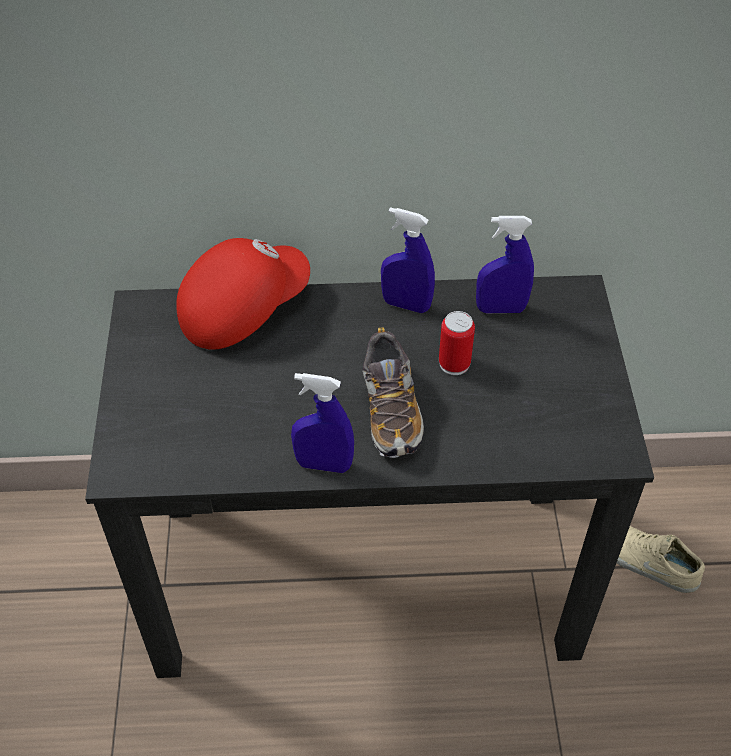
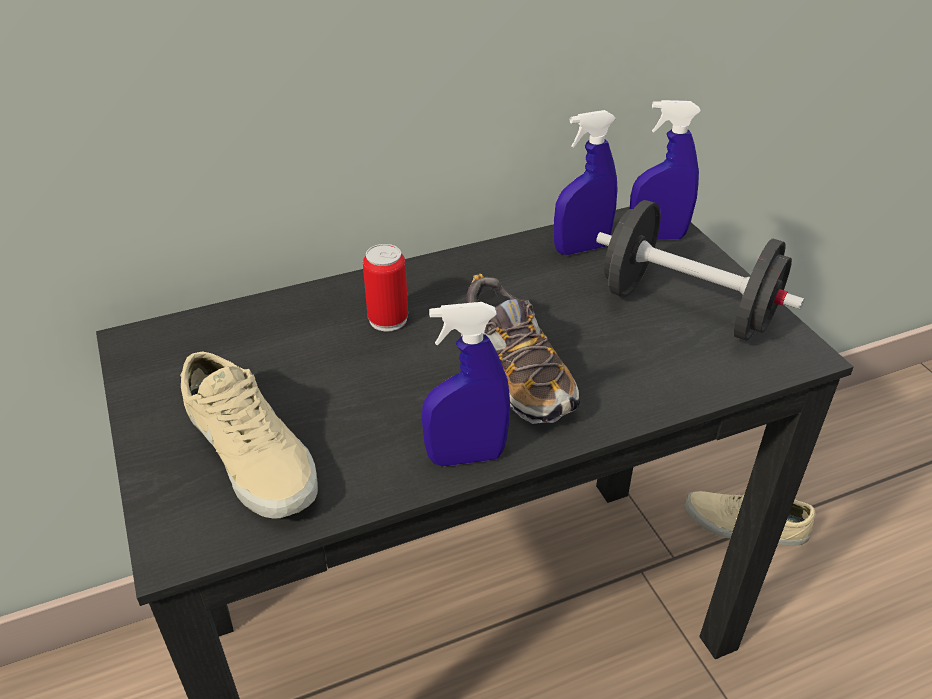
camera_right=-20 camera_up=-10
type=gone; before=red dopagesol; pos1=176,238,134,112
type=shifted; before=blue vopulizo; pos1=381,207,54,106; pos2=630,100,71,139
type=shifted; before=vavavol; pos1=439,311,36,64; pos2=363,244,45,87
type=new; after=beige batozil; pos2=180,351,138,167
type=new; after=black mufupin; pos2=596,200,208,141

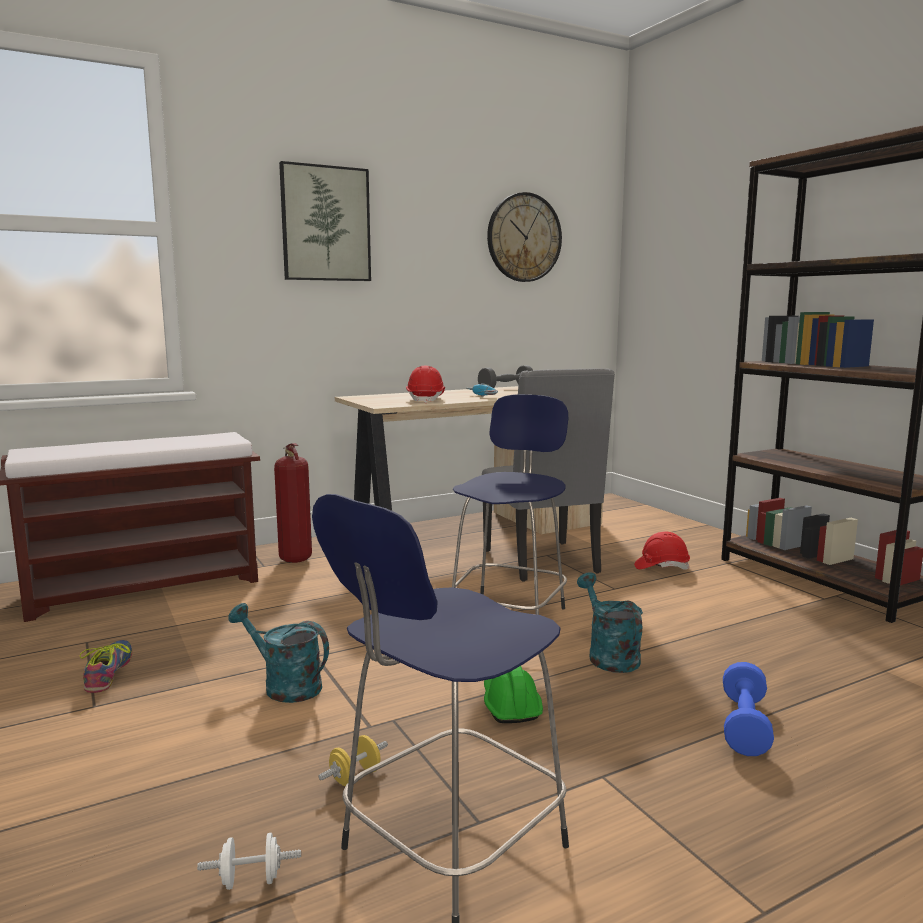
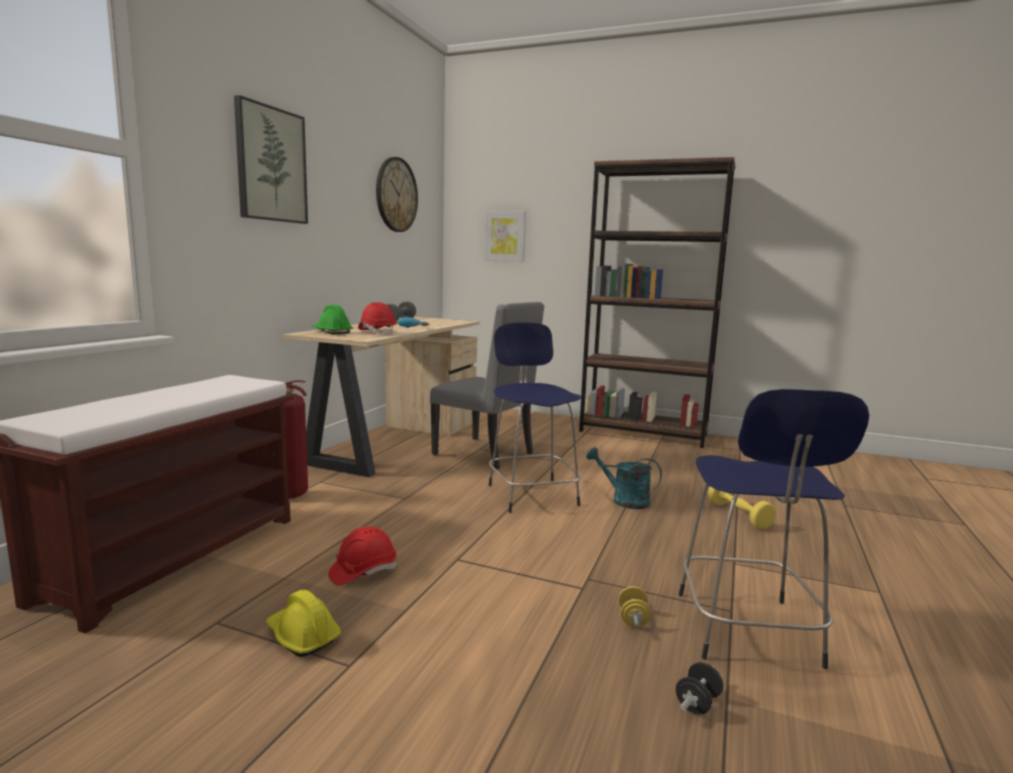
camera_right=-40 camera_up=0
type=swapped; before=batozil; after=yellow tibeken; pos1=80,640,52,53; pos2=266,590,75,67
type=repainted; before=white mufupin; after=black mufupin; pos1=197,833,104,57; pos2=676,662,47,53
type=gone; before=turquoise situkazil; pos1=228,603,101,100
type=shifted; before=green tibeken; pos1=484,666,59,57; pos2=311,305,42,30
type=shifted; before=red tibeken; pos1=634,531,56,39; pos2=328,526,69,60
type=repainted; before=blue mufupin; after=yellow mufupin; pos1=723,662,51,94; pos2=708,487,68,43
type=new; after=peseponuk; pos2=484,211,42,51

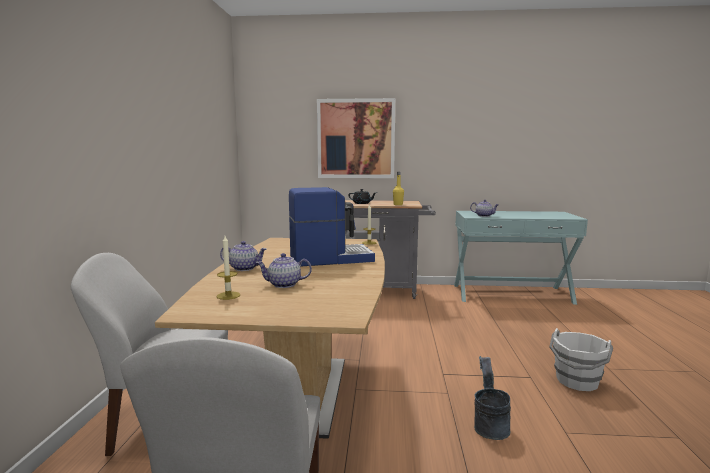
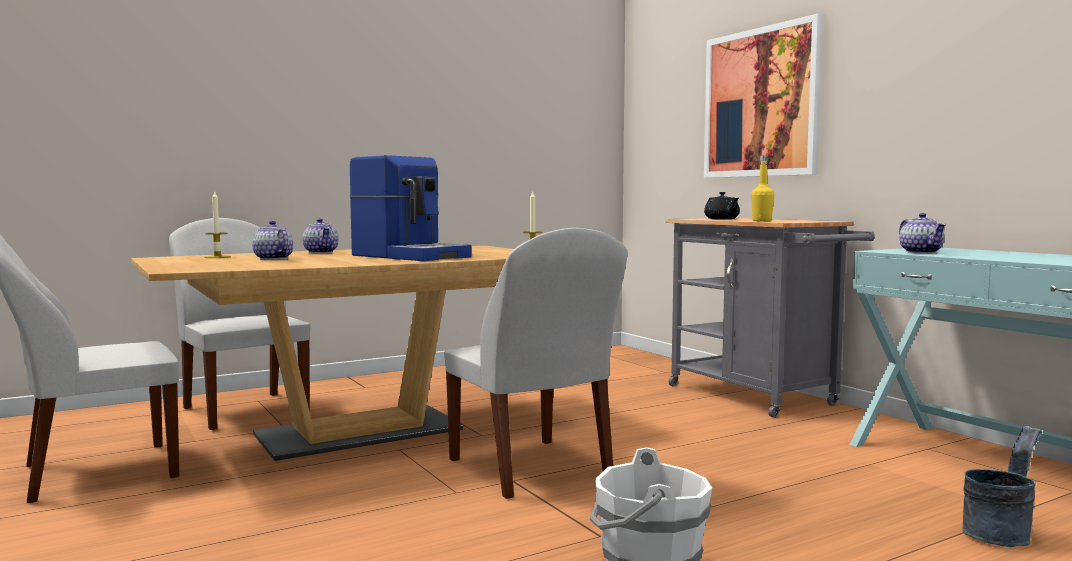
camera_right=55 camera_up=-5
type=shifted; before=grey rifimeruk; pos1=474,356,37,84; pos2=962,426,81,121
type=new; after=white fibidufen; pos2=444,228,184,271

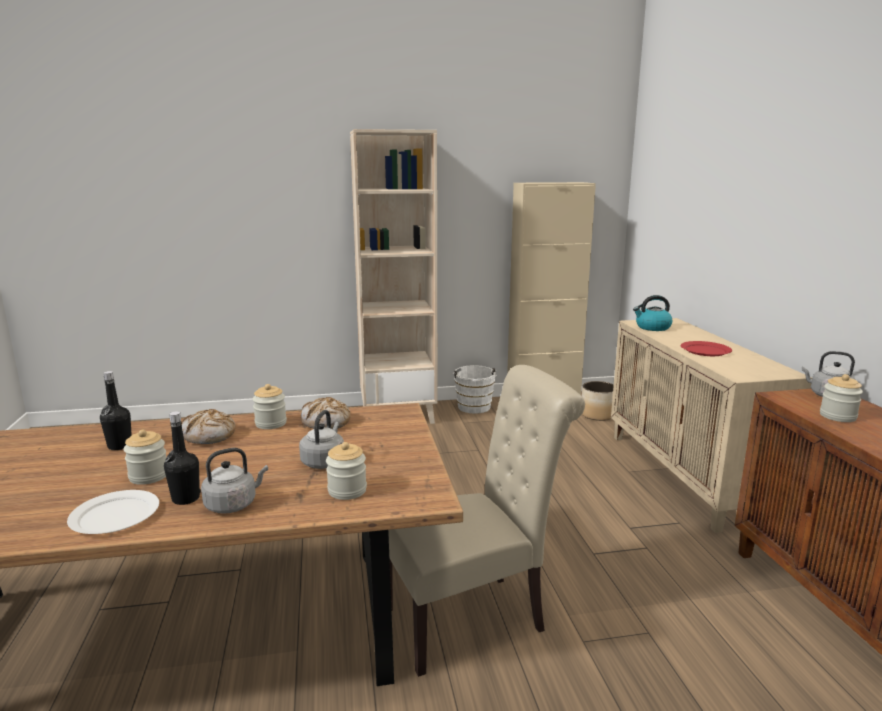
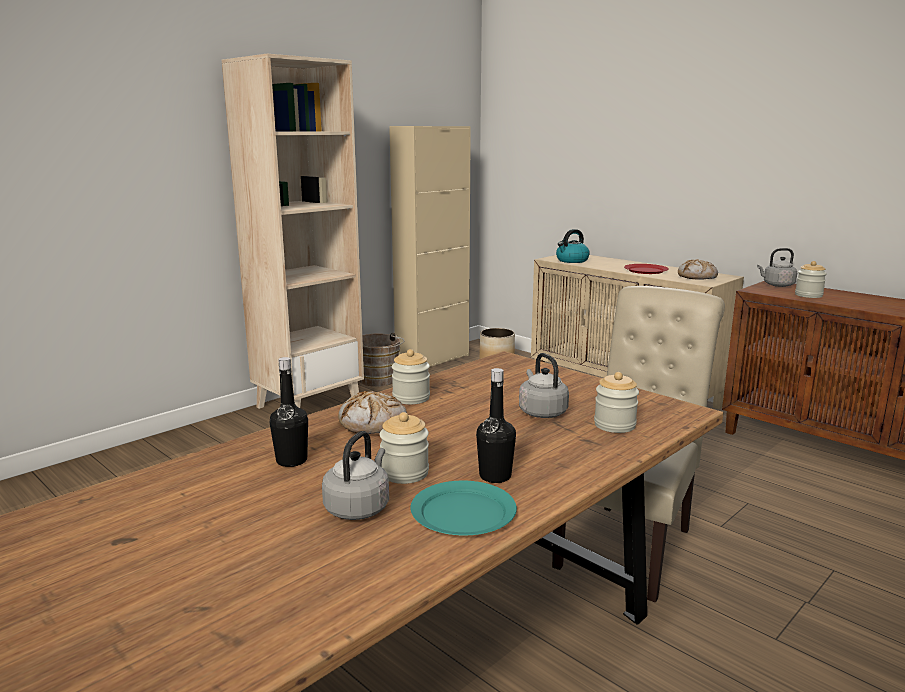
camera_right=-35 camera_up=0
type=repainted; before=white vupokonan; after=turquoise vupokonan; pos1=67,490,92,44; pos2=410,481,107,54
type=shifted; before=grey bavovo; pos1=201,448,67,66; pos2=322,431,67,89
type=shifted; before=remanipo; pos1=301,397,50,32; pos2=678,259,40,21
type=repainted; before=white rifimeruk; after=brown rifimeruk; pos1=452,365,45,49; pos2=360,333,44,54

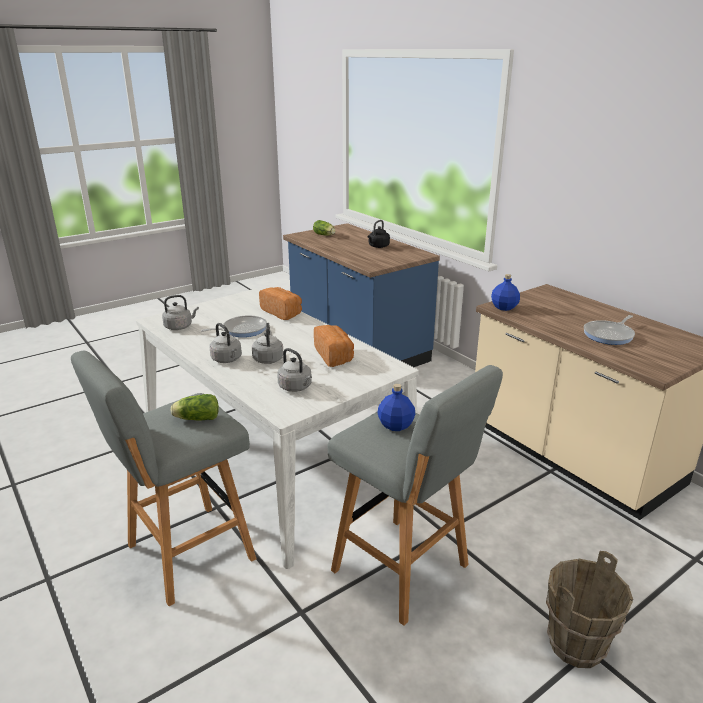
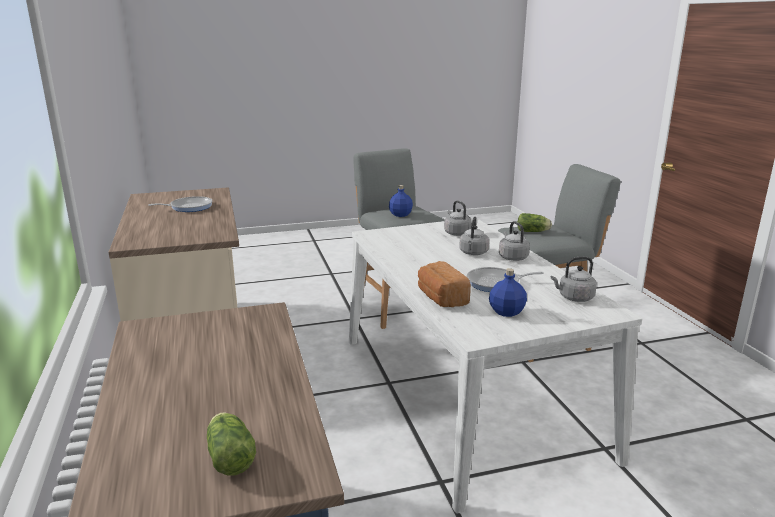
camera_right=-160 camera_up=-5
type=gone; before=remanipo; pos1=314,325,40,42
type=gone; before=black bavovo; pos1=368,220,22,28
type=shifted; before=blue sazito; pos1=491,274,29,37; pos2=489,269,38,48
type=gone; before=brown rifimeruk; pos1=546,551,87,117

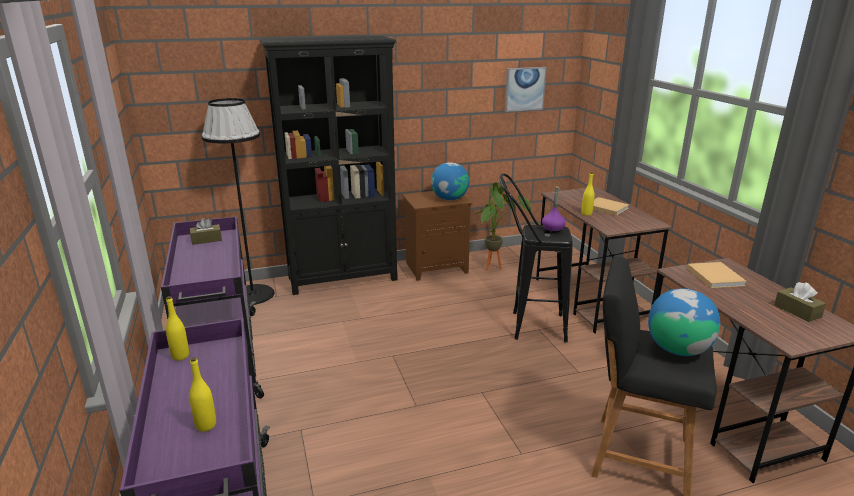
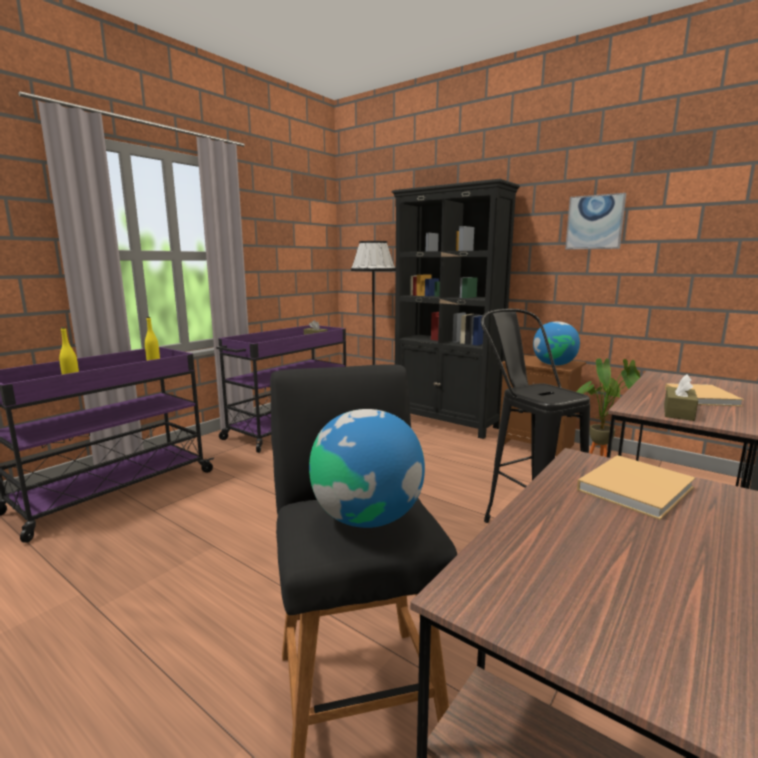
camera_right=55 camera_up=-10
type=shifted; before=peseponuk; pos1=505,67,42,45; pos2=565,193,61,57
type=gone; before=purple sazito; pos1=542,186,24,47
type=gone; before=yellow sazito; pos1=581,172,14,44
type=shifted; before=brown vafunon; pos1=774,282,52,40; pos2=664,375,34,46

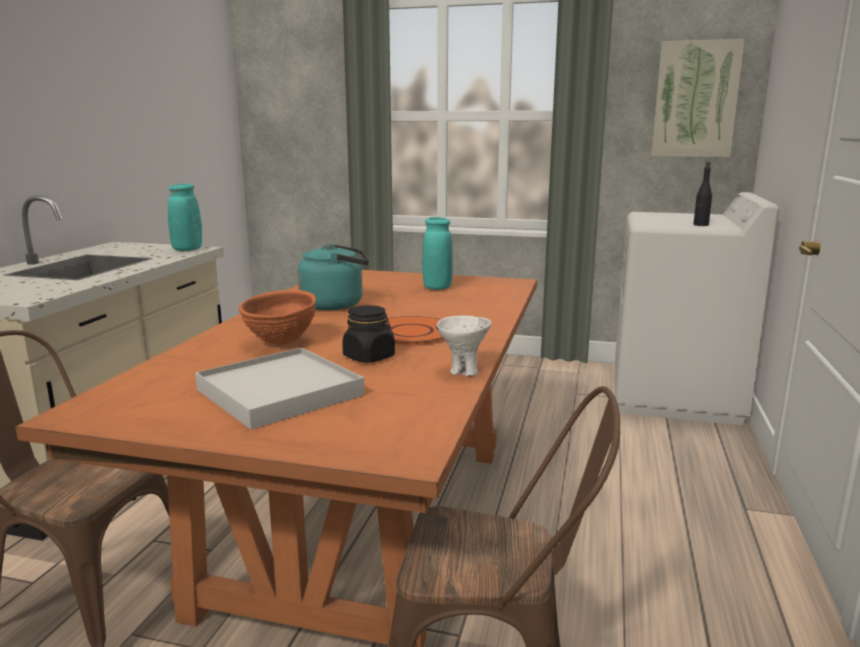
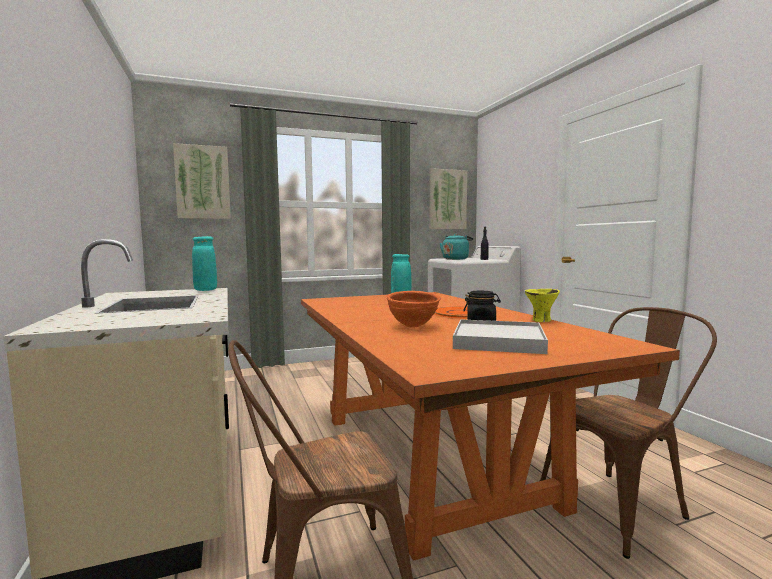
camera_right=-35 camera_up=-10
type=shifted; before=turquoise bavovo; pos1=298,243,71,67; pos2=440,234,33,26
type=repainted; before=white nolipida; after=yellow nolipida; pos1=436,316,55,60; pos2=525,289,35,33
type=new; after=peseponuk; pos2=173,143,58,76

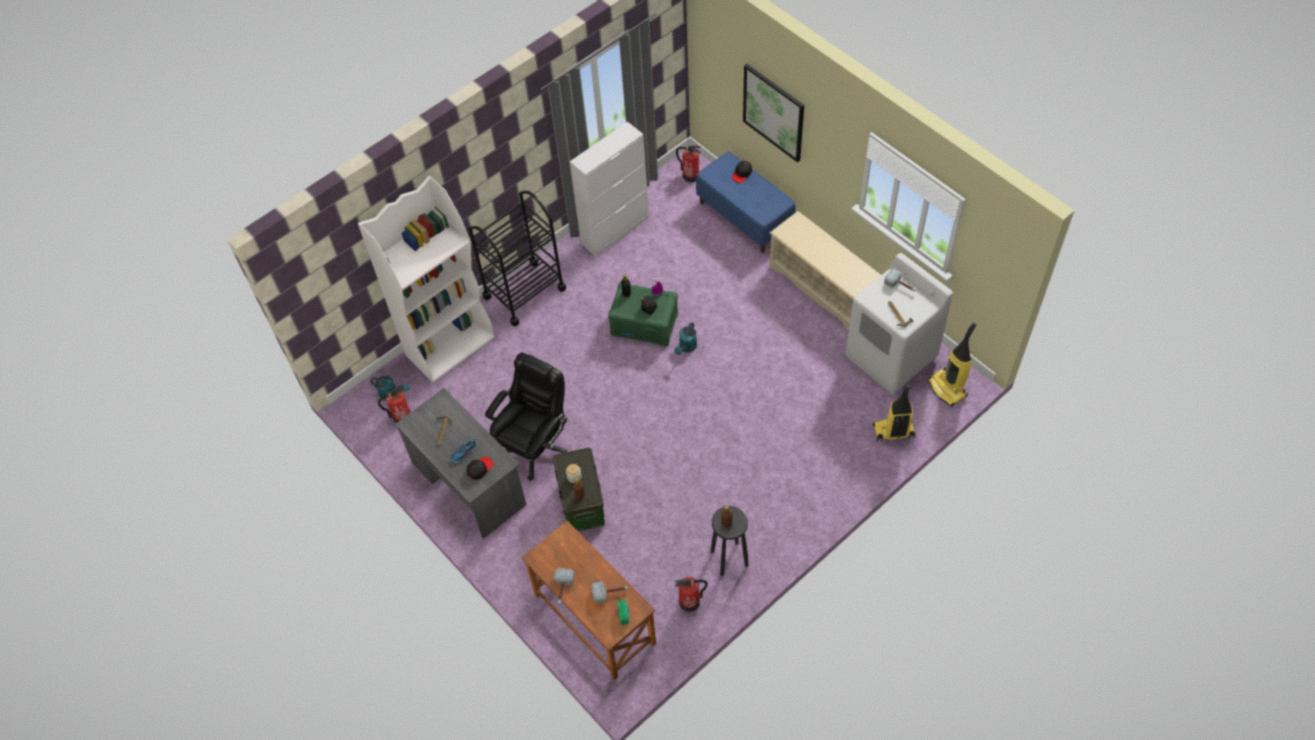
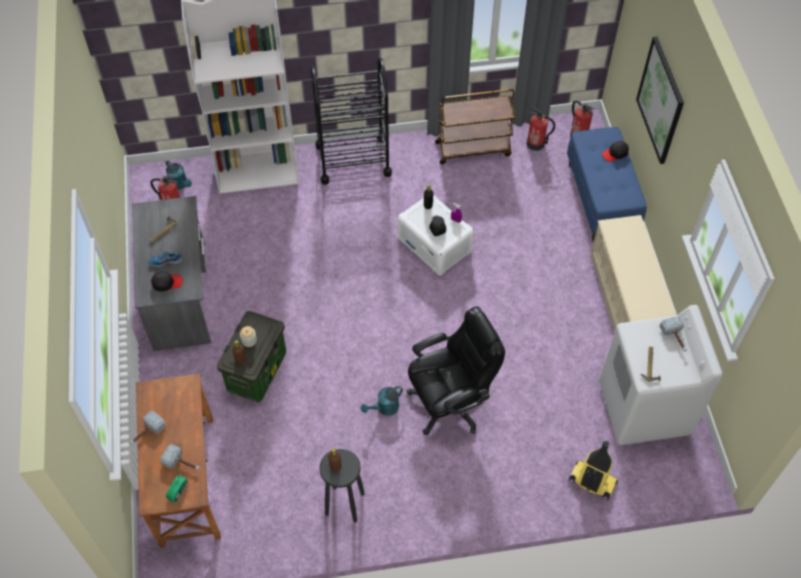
camera_right=30 camera_up=0
type=shifted; before=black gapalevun; pos1=485,353,82,128; pos2=407,306,98,129
type=swapped; before=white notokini; after=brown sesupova; pos1=570,122,79,134; pos2=435,89,80,75
type=repainted; before=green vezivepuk; after=white vezivepuk; pos1=608,282,70,64; pos2=398,194,76,82
type=shifted; before=turquoise situkazil; pos1=674,322,23,33; pos2=361,386,42,30
type=shifted; before=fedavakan; pos1=675,577,33,35; pos2=527,106,28,45
type=gone; before=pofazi; pos1=927,322,50,85

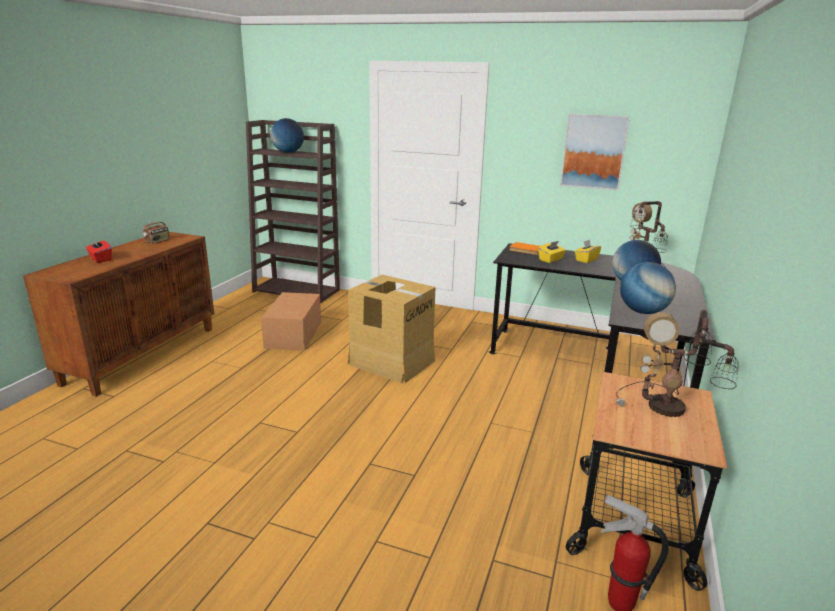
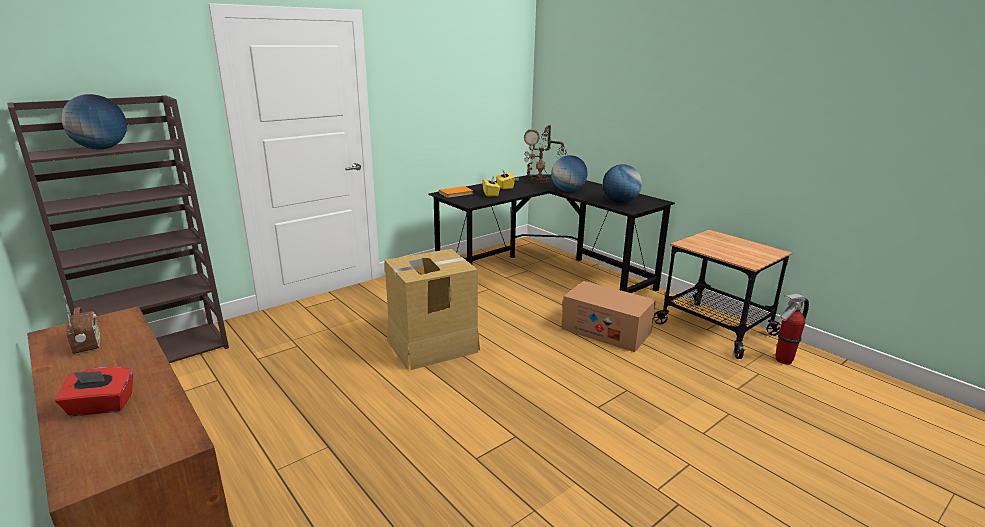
camera_right=-60 camera_up=0
type=shifted; before=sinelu; pos1=261,292,60,59; pos2=561,281,95,71
type=gone; before=peseponuk; pos1=560,114,70,77
type=gone; before=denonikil; pos1=616,310,123,107

